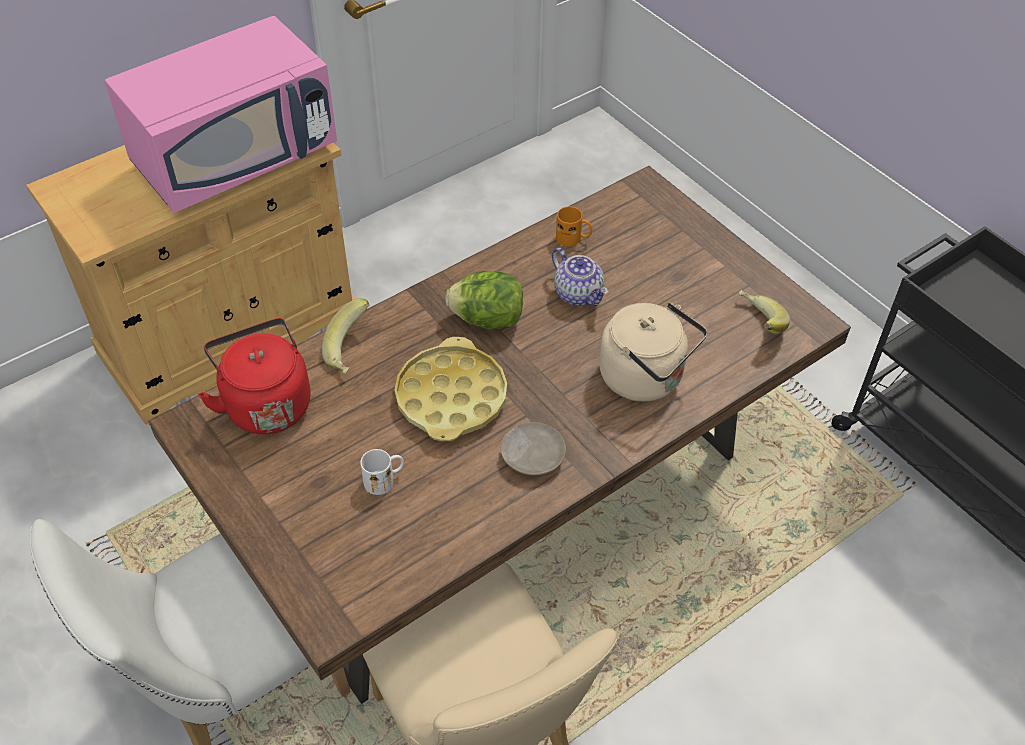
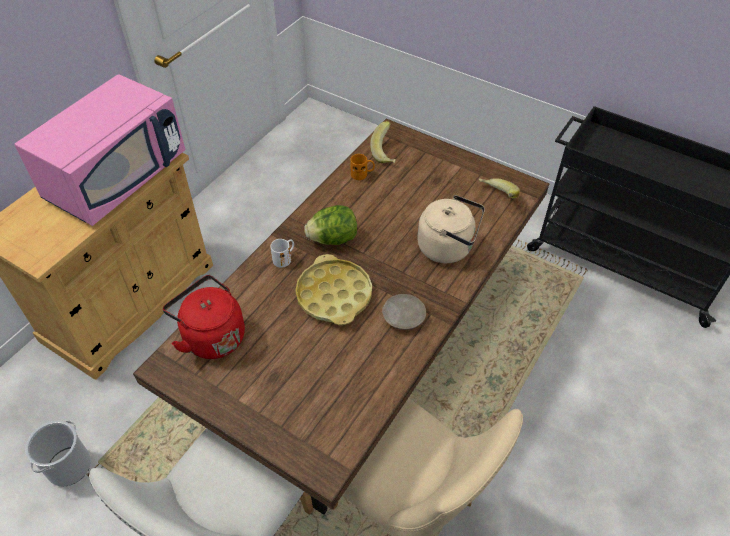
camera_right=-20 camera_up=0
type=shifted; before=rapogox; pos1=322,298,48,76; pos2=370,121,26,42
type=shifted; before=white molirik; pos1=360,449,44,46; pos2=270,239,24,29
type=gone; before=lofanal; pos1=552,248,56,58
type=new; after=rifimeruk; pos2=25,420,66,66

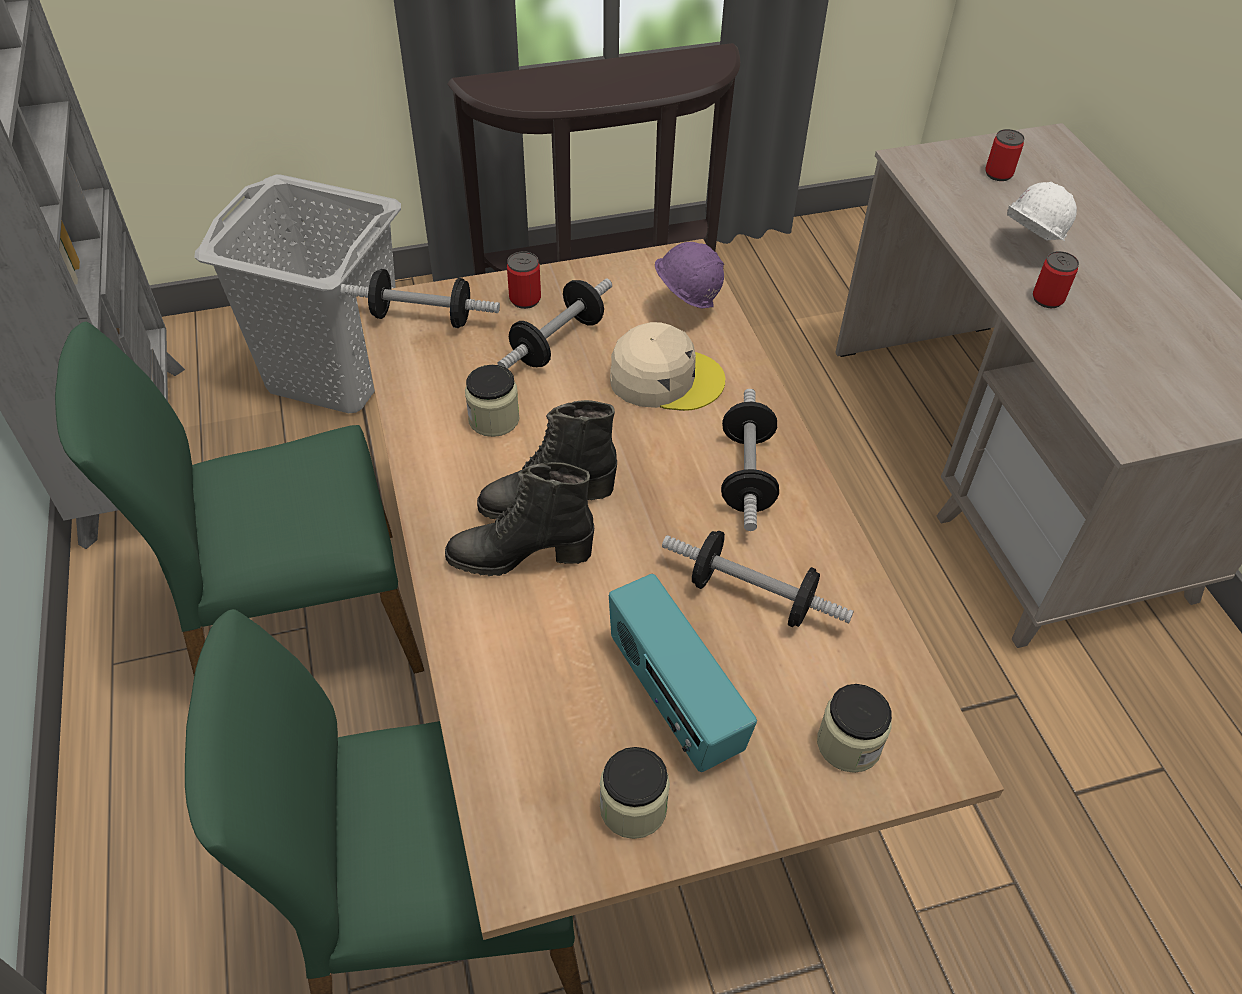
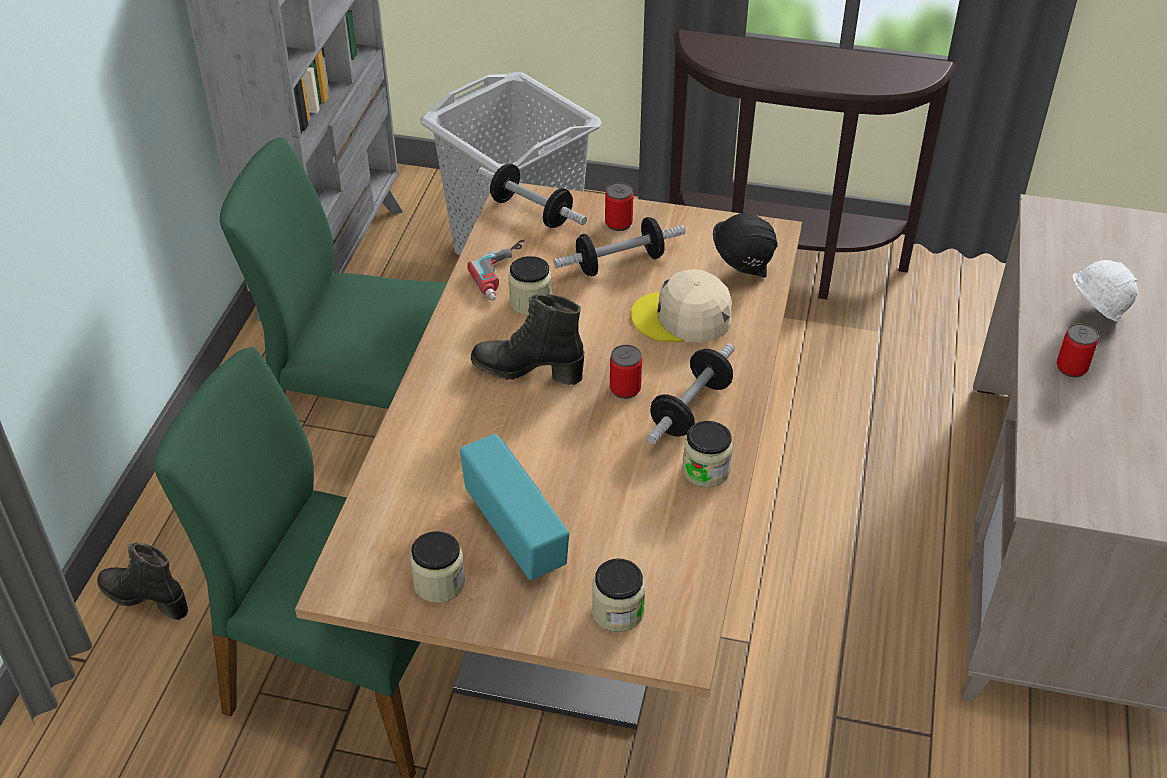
camera_right=30 camera_up=-5
type=shifted; before=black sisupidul; pos1=445,462,149,114; pos2=97,543,91,77
type=rotated; before=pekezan; pos1=609,574,148,198; pos2=460,434,109,146; turn=150
type=rotated; before=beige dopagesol; pos1=610,322,115,89; pos2=631,269,101,74; turn=150
type=repainted; before=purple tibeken; after=black tibeken; pos1=654,242,70,67; pos2=713,213,65,65
type=gone; before=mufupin; pos1=662,531,192,96
type=shifted; before=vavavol; pos1=985,129,40,52; pos2=610,345,32,54
type=new; after=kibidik; pos2=467,240,58,60
type=new; after=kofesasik; pos2=682,421,51,67

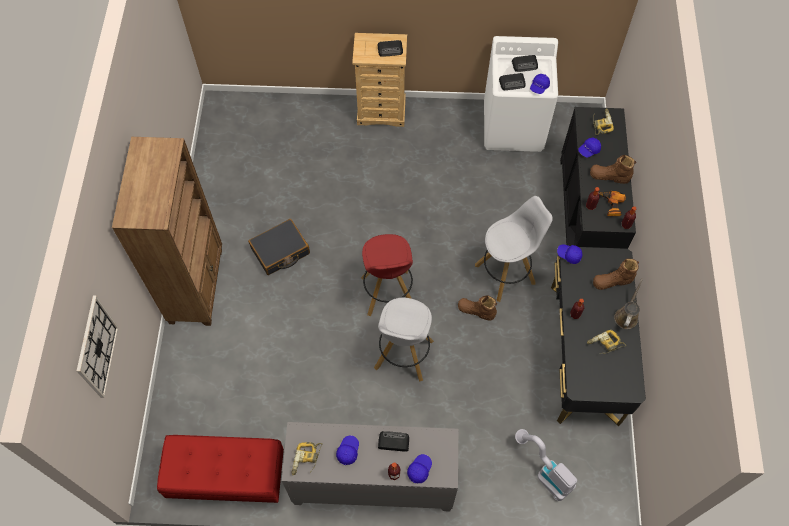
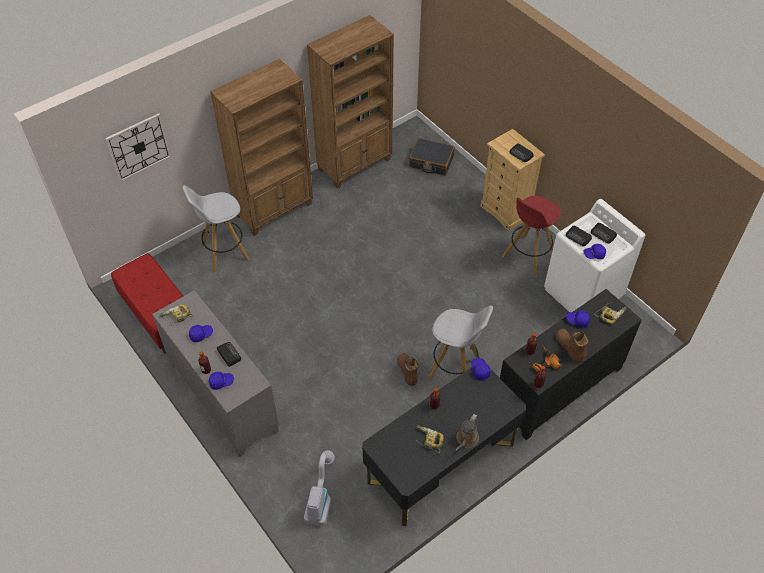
camera_right=50 camera_up=-10
type=shifted; before=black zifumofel; pos1=248,219,62,56; pos2=409,138,46,38
type=shifted; before=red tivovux; pos1=361,234,52,82; pos2=502,196,59,81
type=shifted; before=white tivovux; pos1=374,297,60,84; pos2=182,185,67,87
type=gone; before=brown sisupidul; pos1=593,259,46,31
type=rotated; before=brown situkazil; pos1=614,278,29,51; pos2=455,414,24,37; turn=135
type=new; after=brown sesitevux; pos2=307,15,87,174

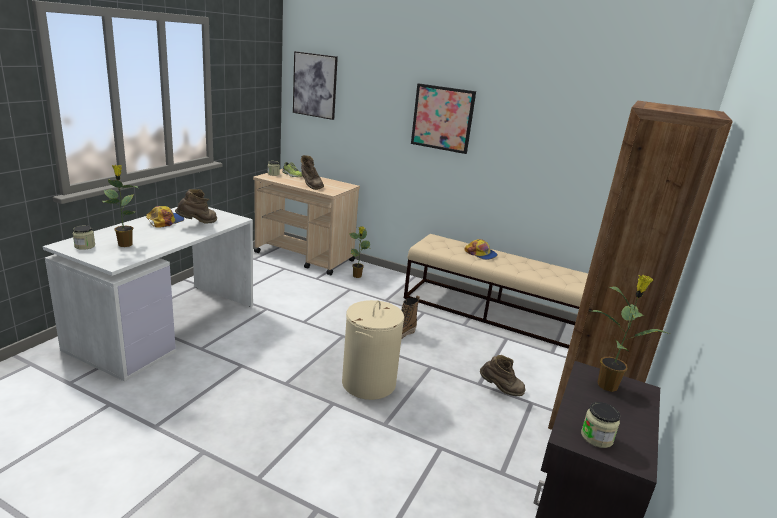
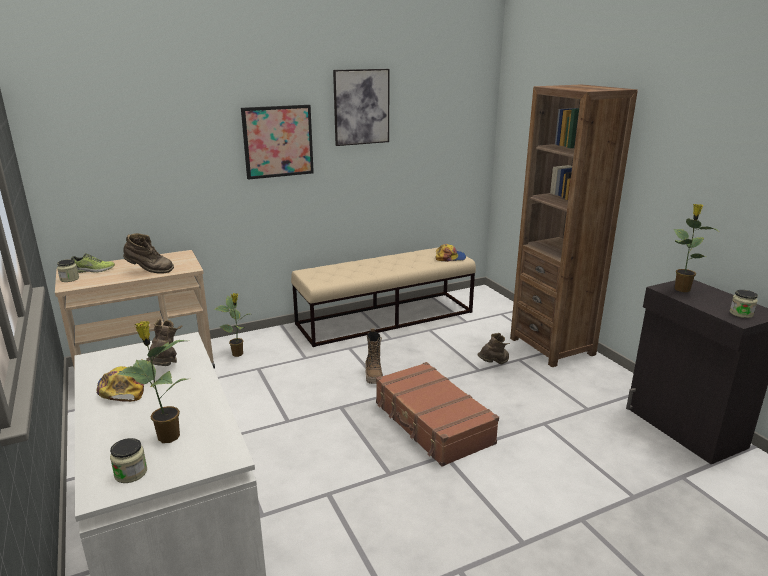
camera_right=-50 camera_up=0
type=shifted; before=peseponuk; pos1=293,51,45,69; pos2=333,69,56,77
type=swapped; before=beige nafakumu; after=brown zifumofel; pos1=342,300,62,100; pos2=376,362,123,105
type=shifted; before=dopagesol; pos1=465,239,33,21; pos2=435,244,31,18

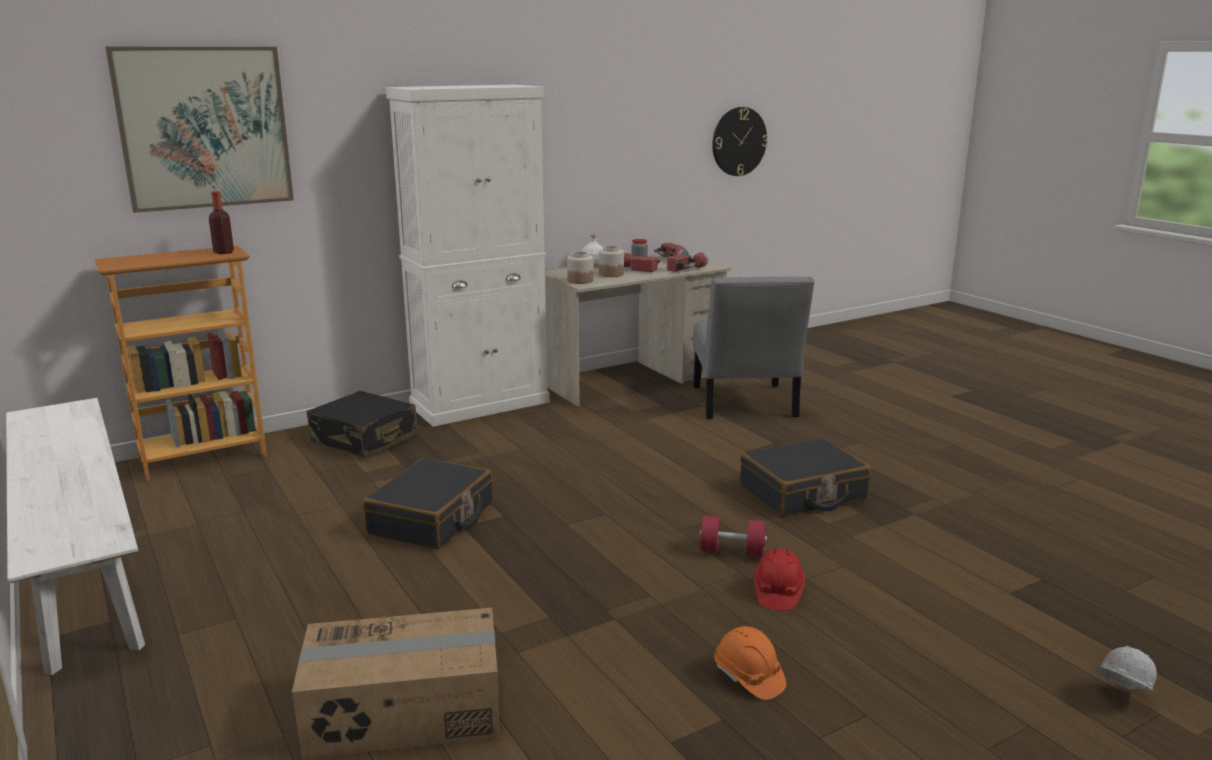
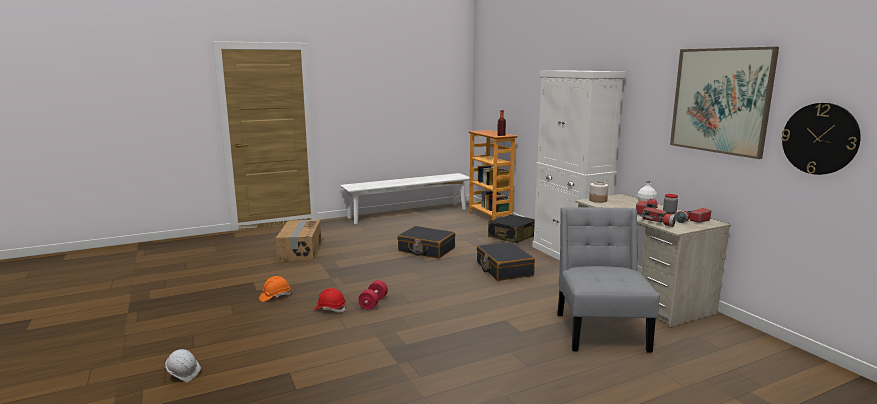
camera_right=95 camera_up=-5
type=shifted; before=peseponuk; pos1=105,47,189,166; pos2=670,47,109,112
type=gone; before=kofesasik; pos1=599,246,25,31
type=rotated; before=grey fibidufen; pos1=693,276,122,143; pos2=557,207,103,146; turn=90
type=shifted; before=black zifumofel; pos1=740,438,131,79; pos2=477,242,58,39

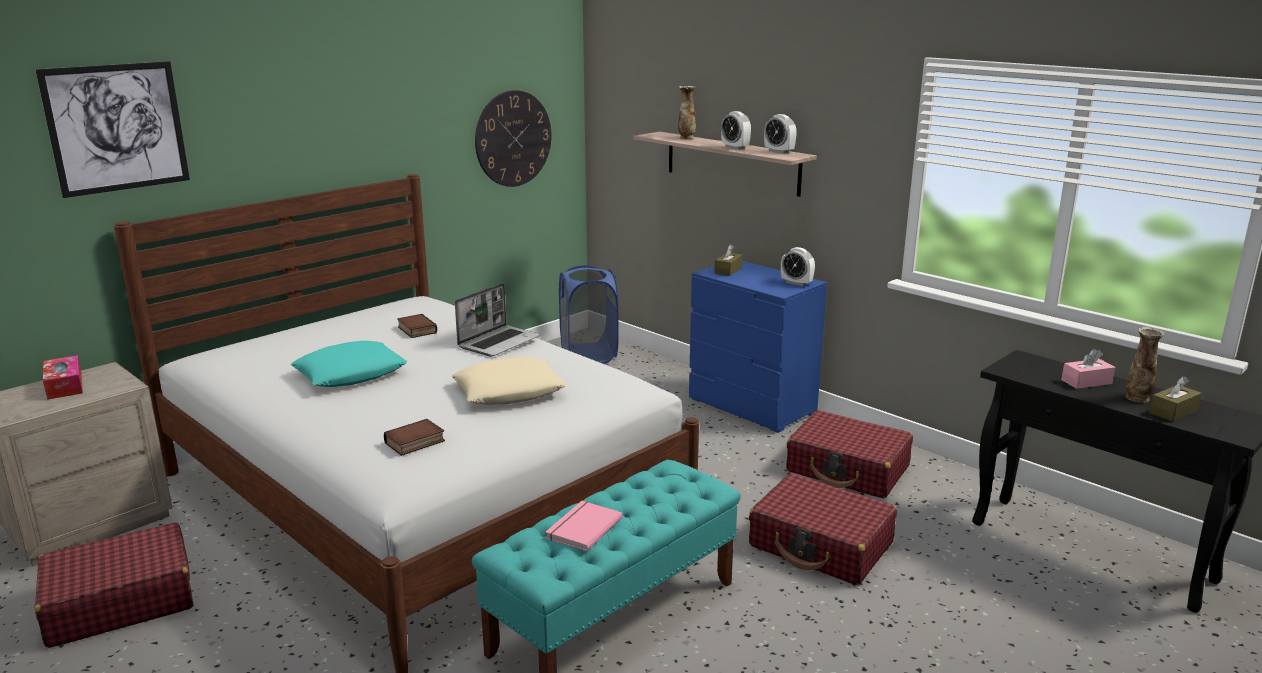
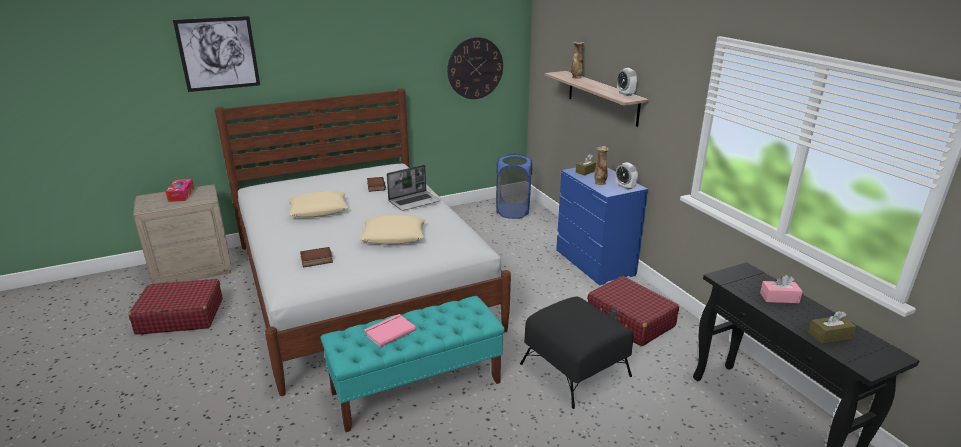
camera_right=20 camera_up=5
type=repainted; before=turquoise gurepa; after=beige gurepa; pos1=291,341,116,46; pos2=288,191,61,27
type=gone; before=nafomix; pos1=721,111,30,39
type=swapped; before=red zifumofel; after=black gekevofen; pos1=749,473,148,112; pos2=520,297,114,112
type=shifted; before=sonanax; pos1=1126,327,39,76; pos2=594,146,15,39

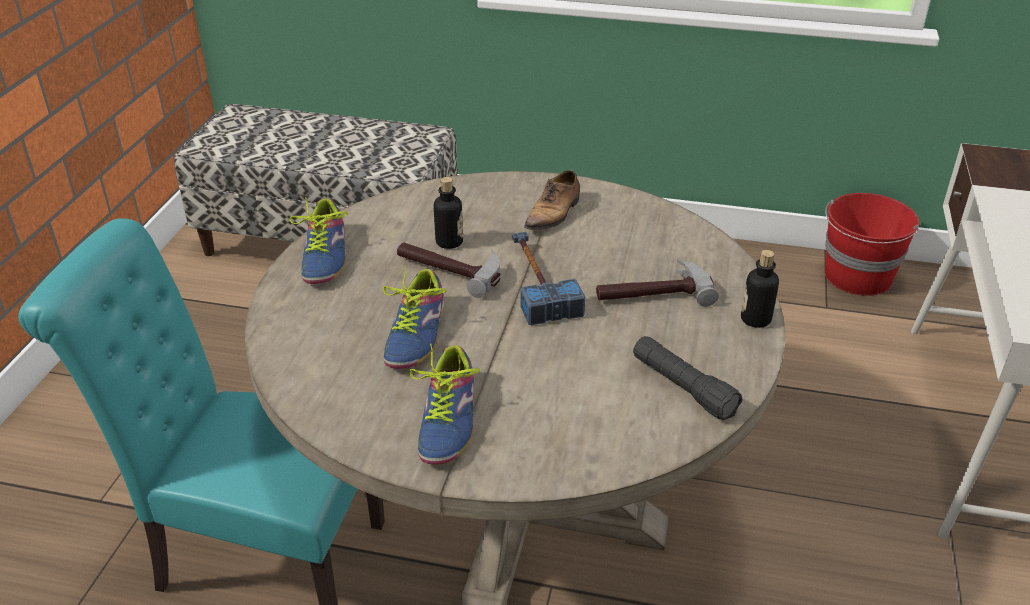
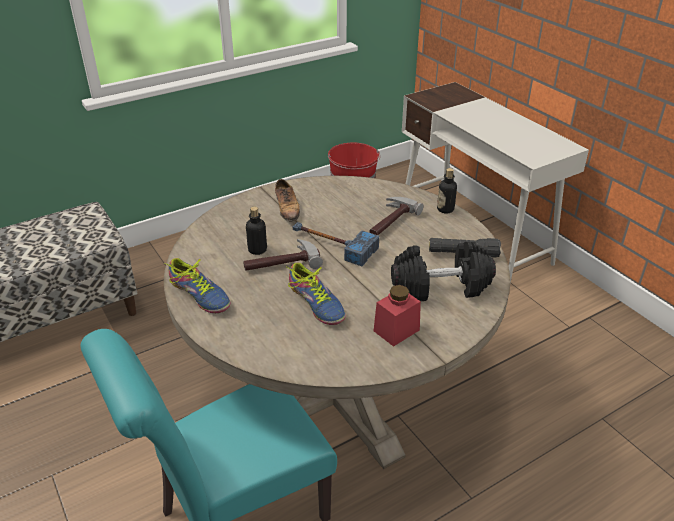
camera_right=-45 camera_up=0
type=swapped; before=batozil; after=red kofesasik; pos1=409,343,71,122; pos2=374,285,47,62
type=new; after=black mufupin; pos2=391,242,105,59

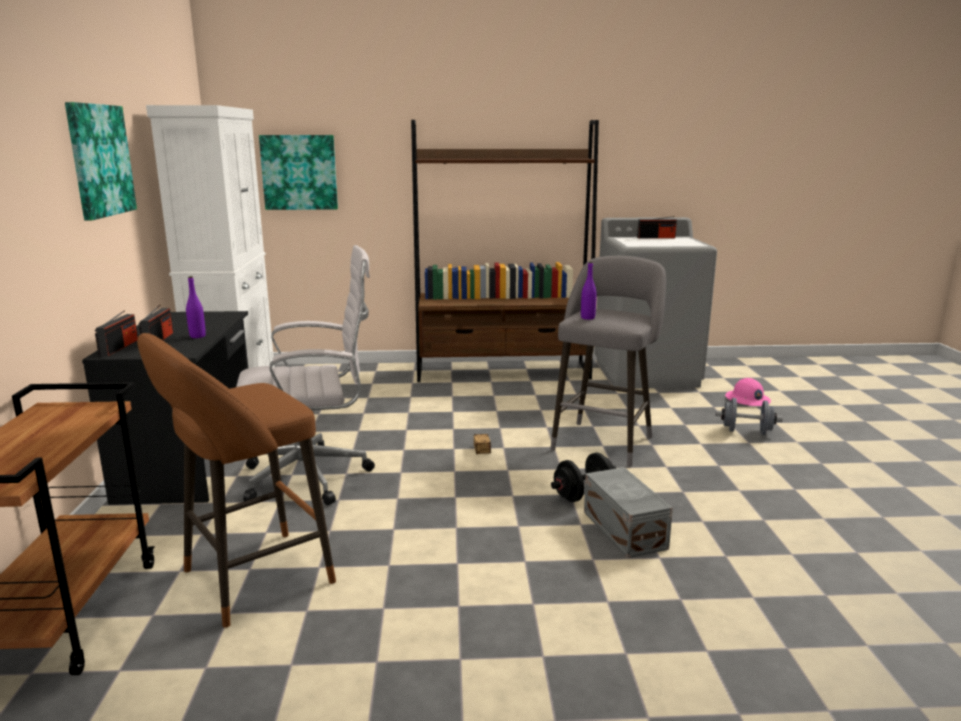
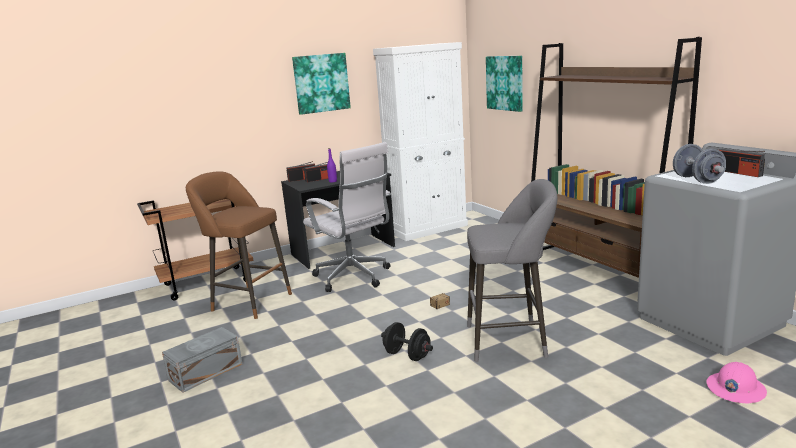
camera_right=65 camera_up=0
type=gone; before=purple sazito; pos1=581,262,16,58
type=shifted; before=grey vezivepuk; pos1=584,467,89,91; pos2=162,327,81,66
type=shifted; before=grey mufupin; pos1=715,398,68,37; pos2=673,144,53,40

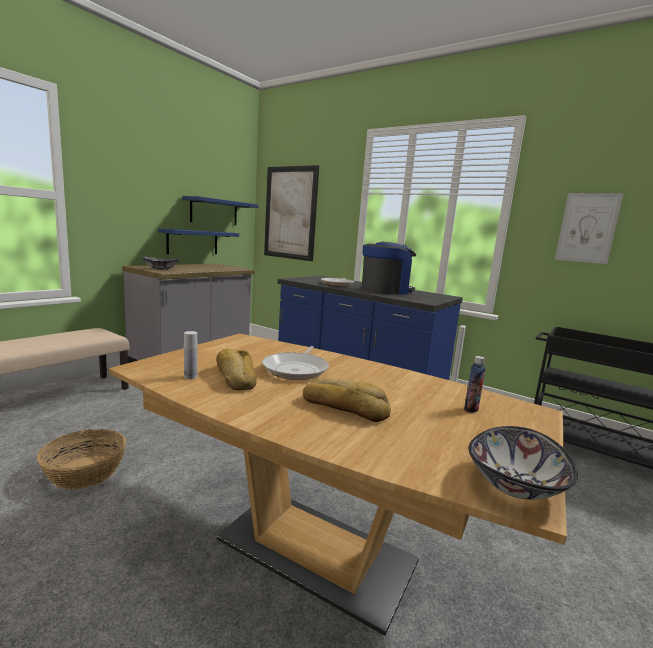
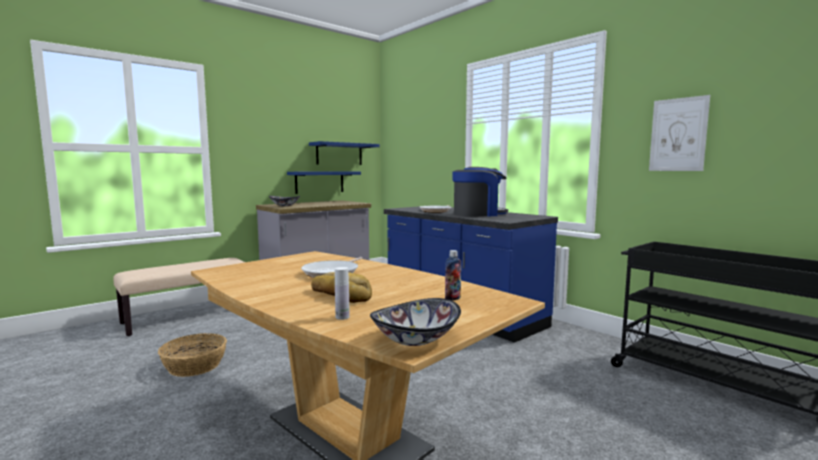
camera_right=15 camera_up=-5
type=shifted; before=white sazito; pos1=184,331,14,48; pos2=335,267,15,53
type=gone; before=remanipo; pos1=216,348,41,42
type=gone; before=peseponuk; pos1=264,165,55,96

